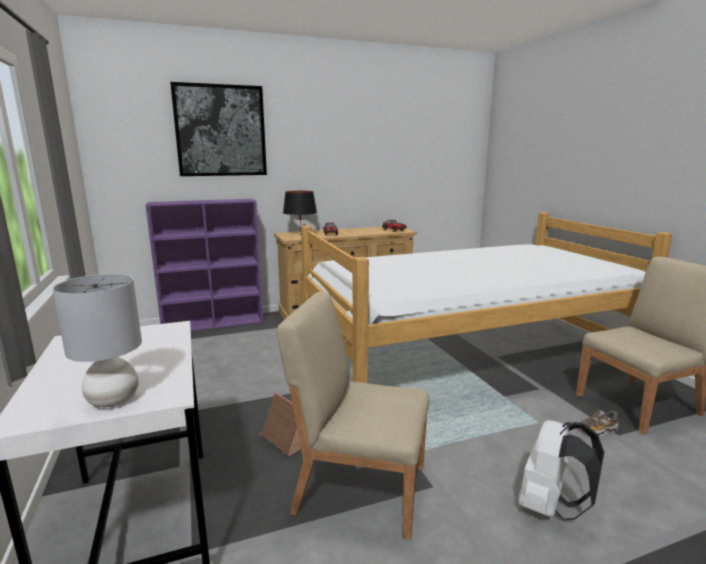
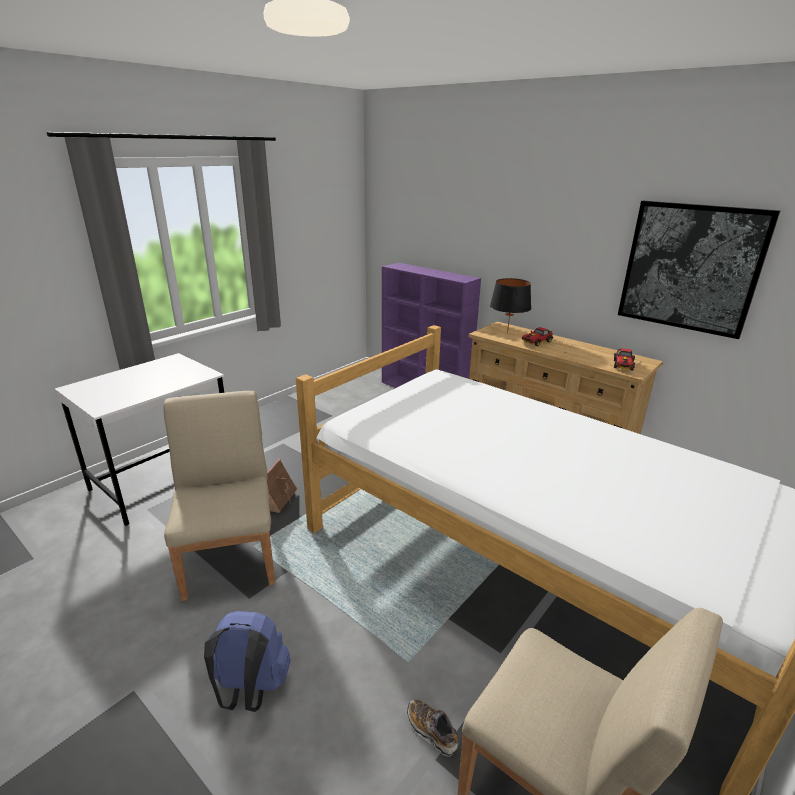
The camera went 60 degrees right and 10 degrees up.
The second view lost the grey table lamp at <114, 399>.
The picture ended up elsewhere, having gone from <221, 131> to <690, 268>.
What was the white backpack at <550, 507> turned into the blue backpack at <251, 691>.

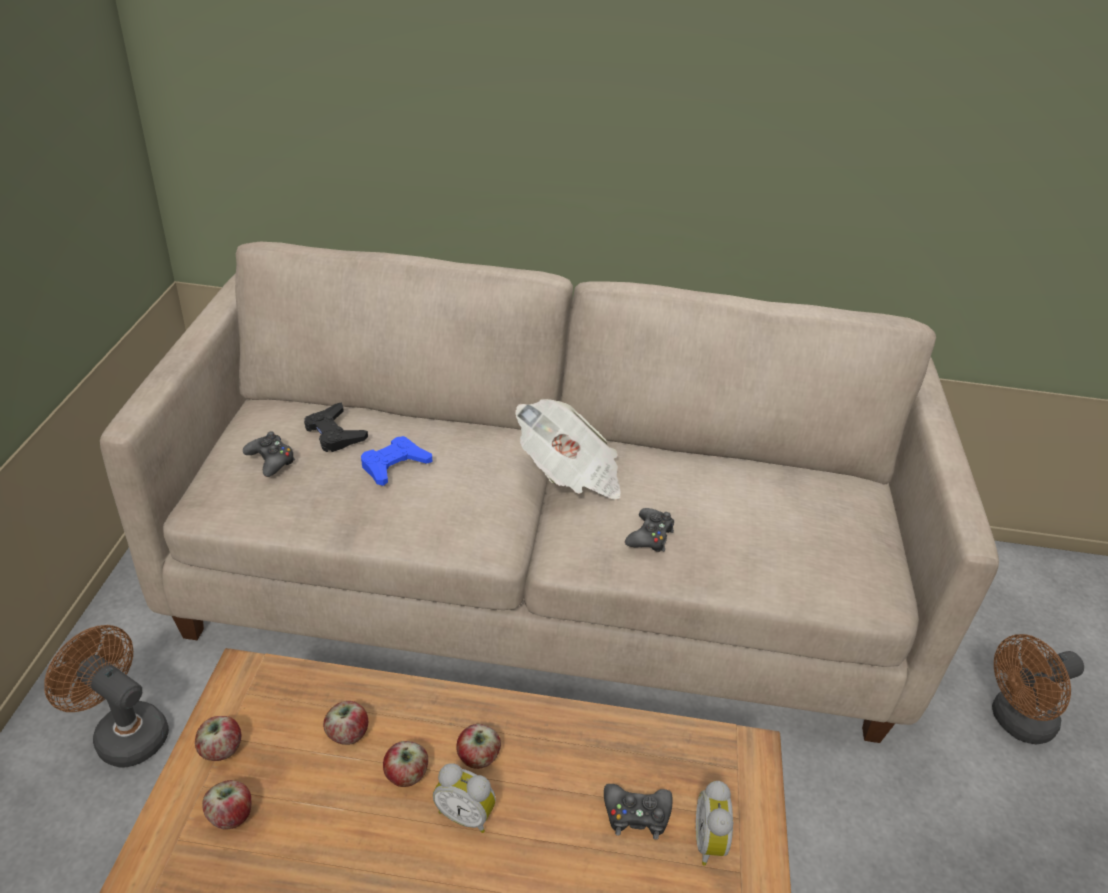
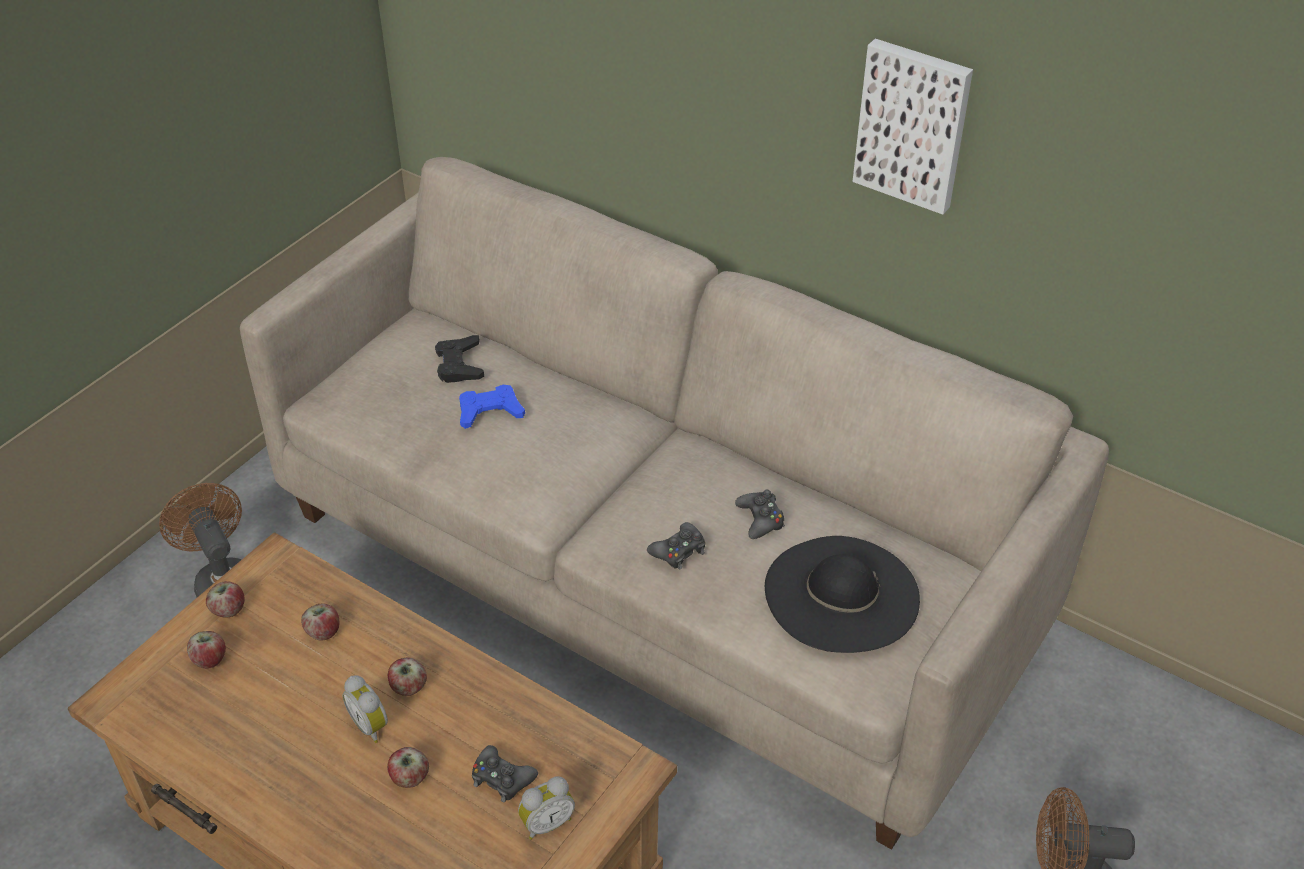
The camera went 30 degrees right and 5 degrees up.
The black game controller ended up elsewhere, having gone from <271, 460> to <760, 519>.
The apple ended up elsewhere, having gone from <406, 775> to <409, 778>.
The second view lost the newspaper at <569, 474>.
The alarm clock at <711, 842> ended up facing another way, 150 degrees counterclockwise from before.
The second view gained the black hat at <841, 594>.
The second view gained the picture at <913, 124>.

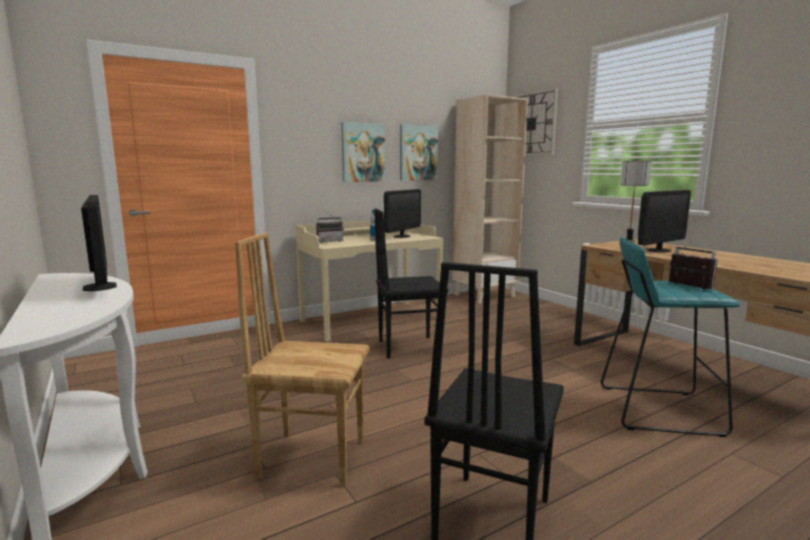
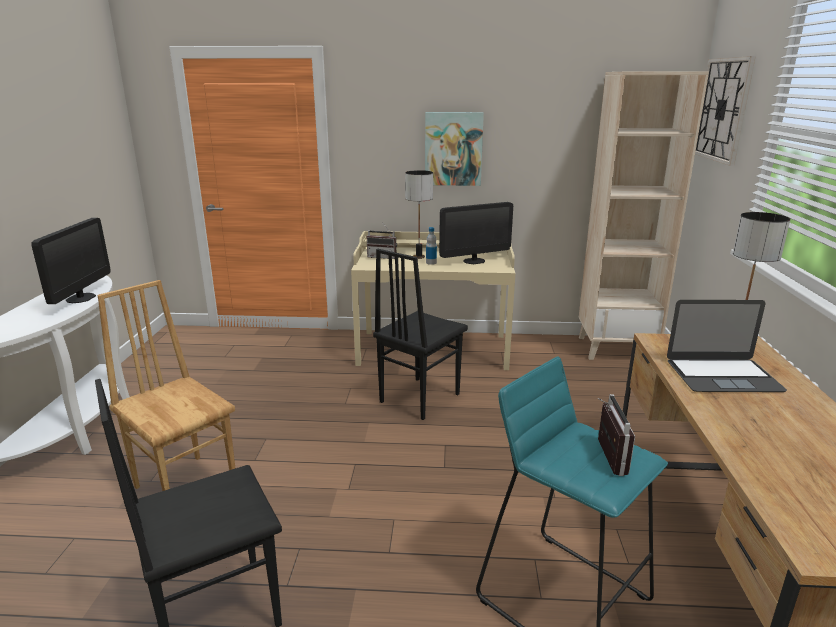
The camera went 35 degrees right and 10 degrees up.
The black chair at <408, 346> ended up facing another way, 75 degrees counterclockwise from before.
The second view lost the picture at <418, 153>.
Where the monitor stood at <658, 250>, the laptop came to stand at <722, 375>.
The second view gained the table lamp at <419, 257>.

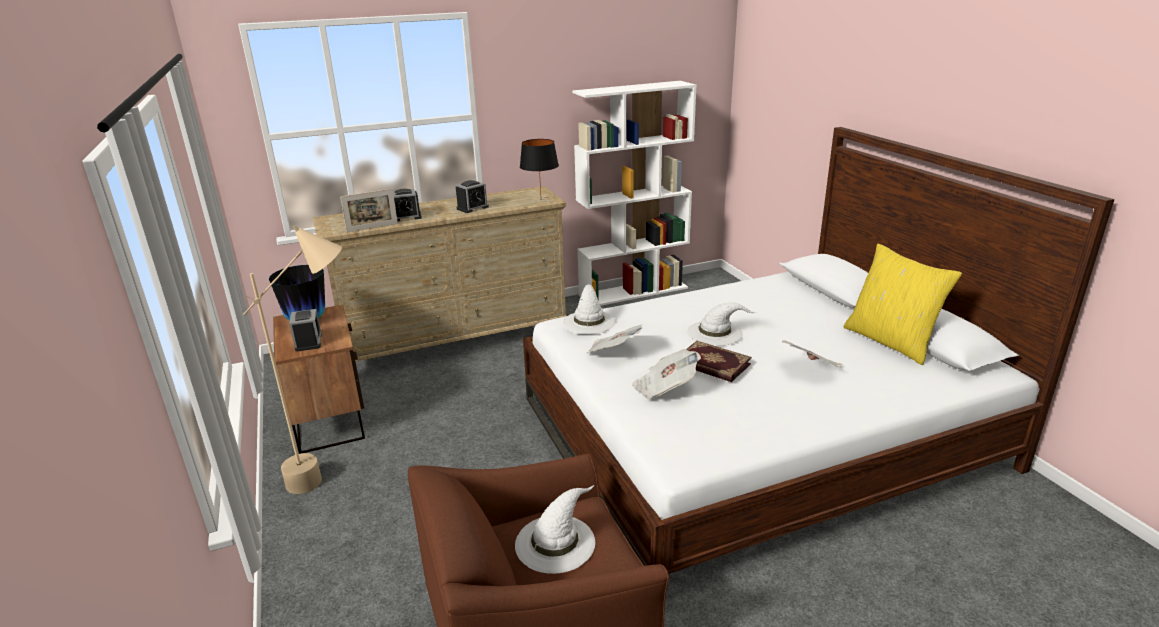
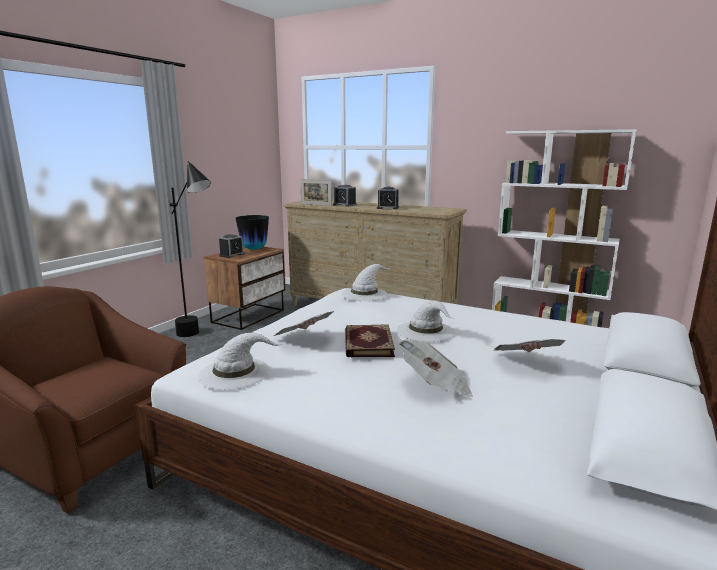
The camera went 50 degrees right and 10 degrees down.
What was the beige floor lamp at <334, 477> turned into the black floor lamp at <199, 337>.
The white hat ended up elsewhere, having gone from <555, 542> to <235, 373>.
The second view lost the black table lamp at <541, 200>.
The newspaper ended up elsewhere, having gone from <614, 352> to <526, 362>.
The second view lost the yellow pillow at <891, 341>.

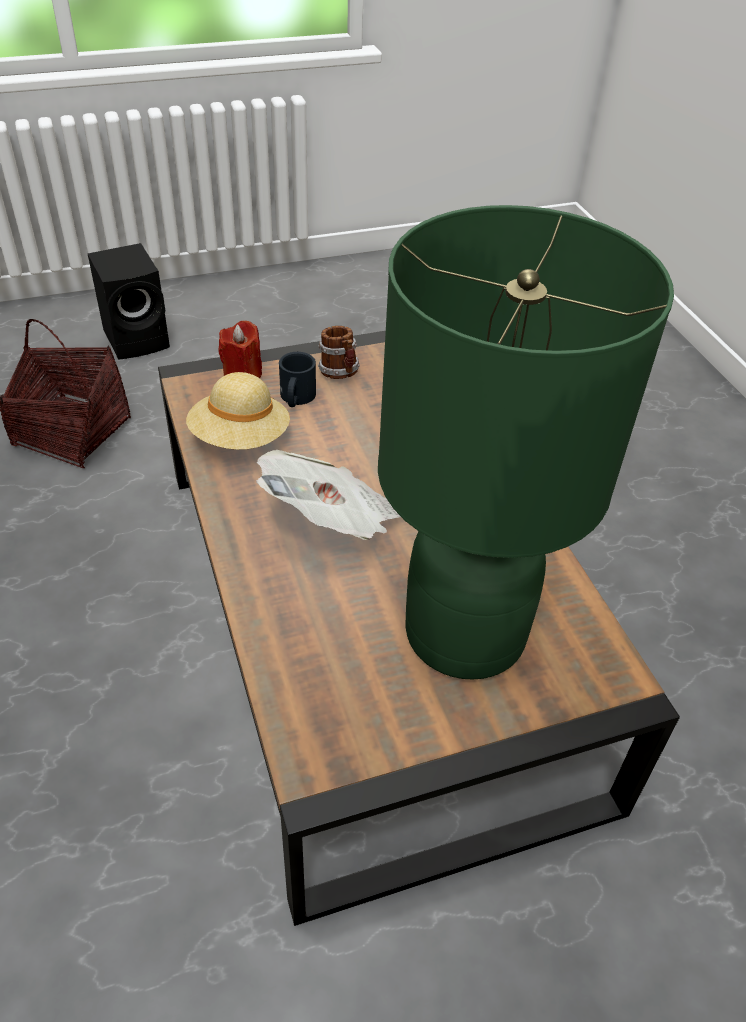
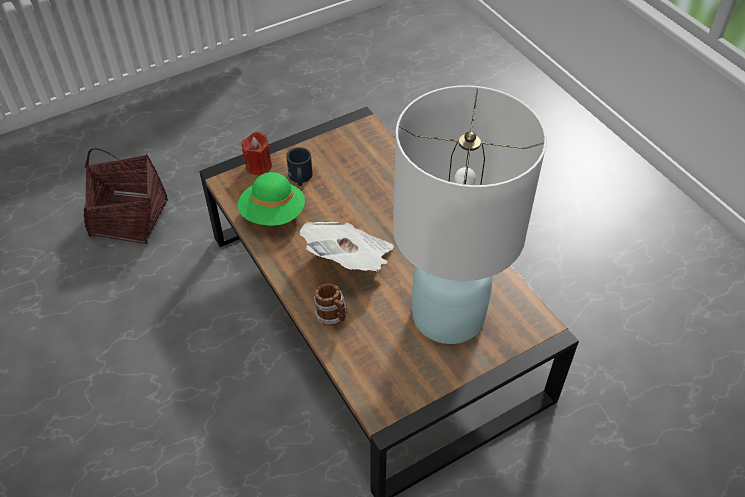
The camera went 10 degrees left and 5 degrees up.
The second view lost the black speaker at <139, 339>.
What was the beige hat at <240, 438> turned into the green hat at <273, 214>.
The mug ended up elsewhere, having gone from <340, 373> to <333, 317>.
What was the green table lamp at <465, 633> turned into the white table lamp at <448, 316>.

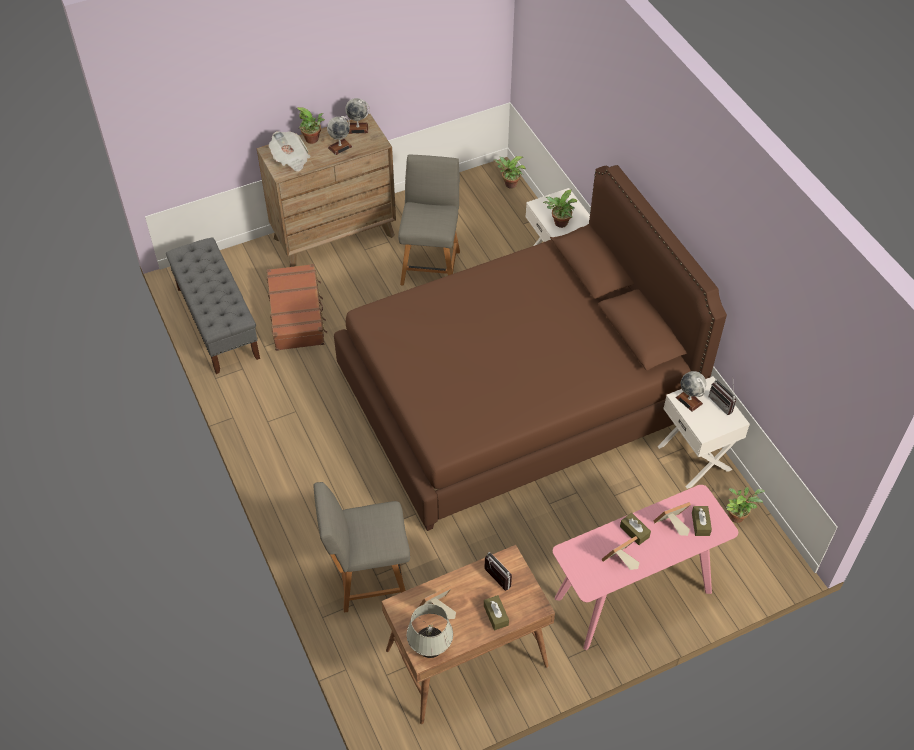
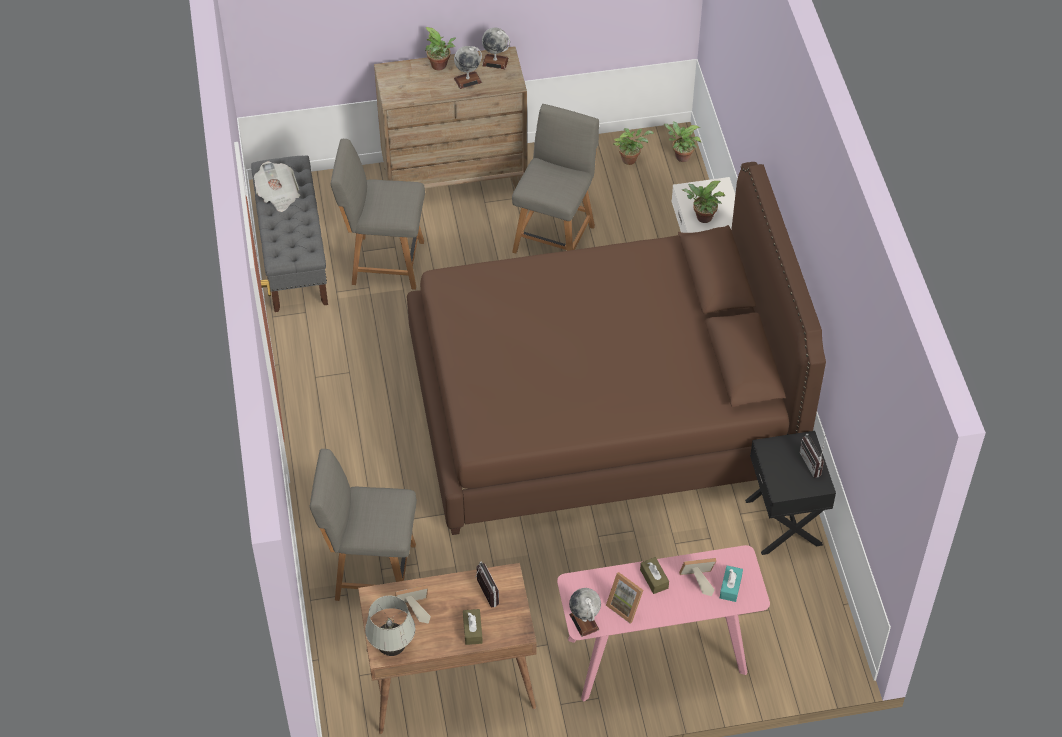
The camera went 15 degrees right and 0 degrees up.
Where the brown suitcase stood at <297, 314>, the grey chair came to stand at <384, 262>.
The newspaper ended up elsewhere, having gone from <290, 159> to <278, 195>.
The picture frame at <619, 561> ended up facing another way, 120 degrees counterclockwise from before.
What was the white nightstand at <695, 457> turned into the black nightstand at <785, 522>.
The globe ended up elsewhere, having gone from <689, 400> to <584, 622>.
What was the brown tissue box at <700, 524> turned into the turquoise tissue box at <730, 587>.
The potted plant ended up elsewhere, having gone from <737, 515> to <631, 159>.

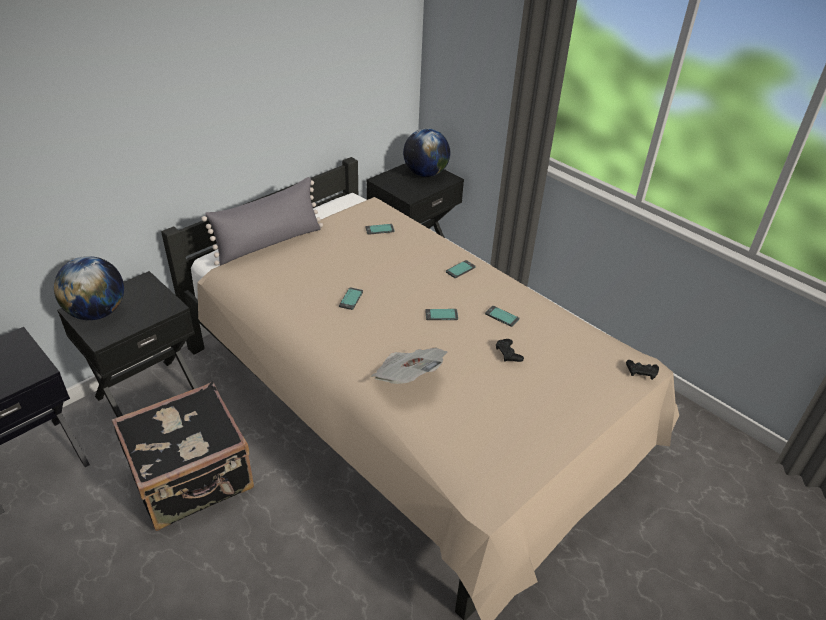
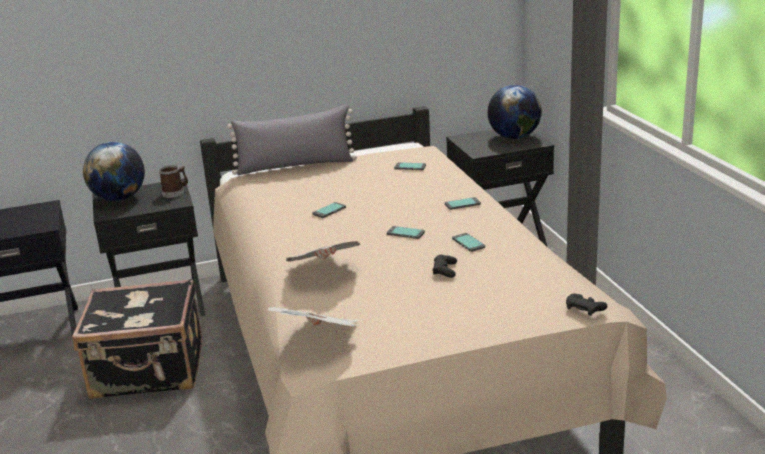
The camera went 30 degrees right and 15 degrees down.
The second view gained the mug at <175, 192>.
The second view gained the newspaper at <320, 338>.

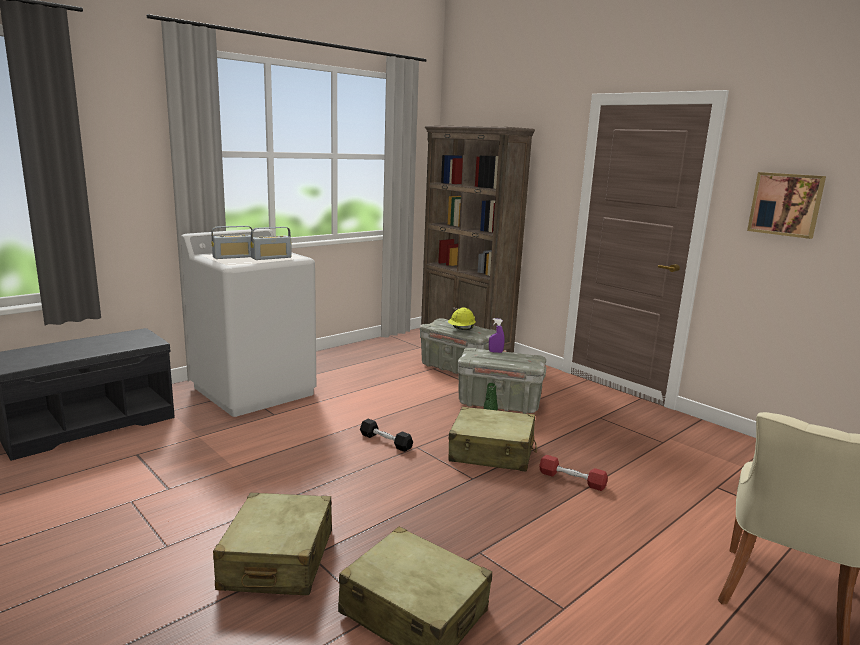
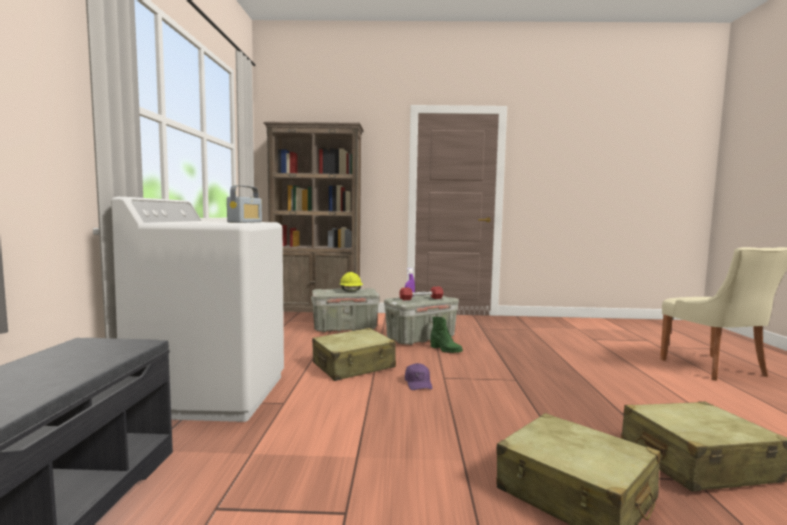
The camera went 45 degrees left and 10 degrees down.
The second view lost the radio at <233, 257>.
Where the black dumbbell stood at <385, 441>, the purple cap came to stand at <418, 383>.
The beige suitcase ended up elsewhere, having gone from <492, 452> to <354, 366>.
The red dumbbell ended up elsewhere, having gone from <572, 480> to <421, 299>.
The second view lost the picture at <786, 204>.

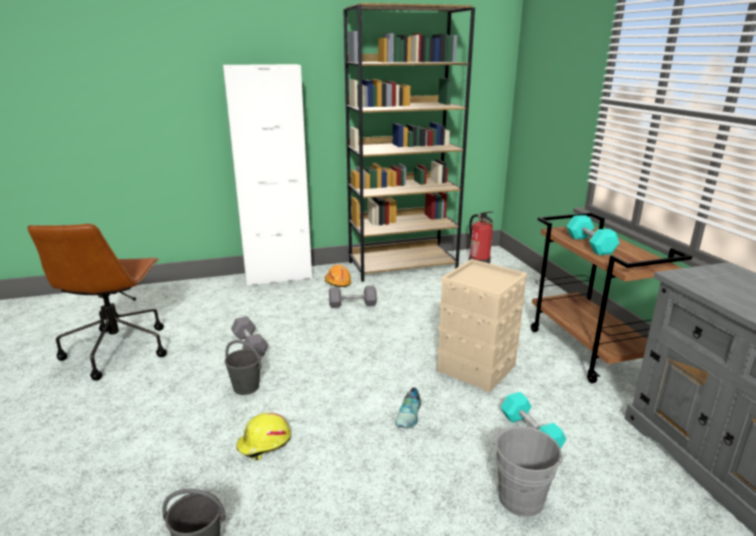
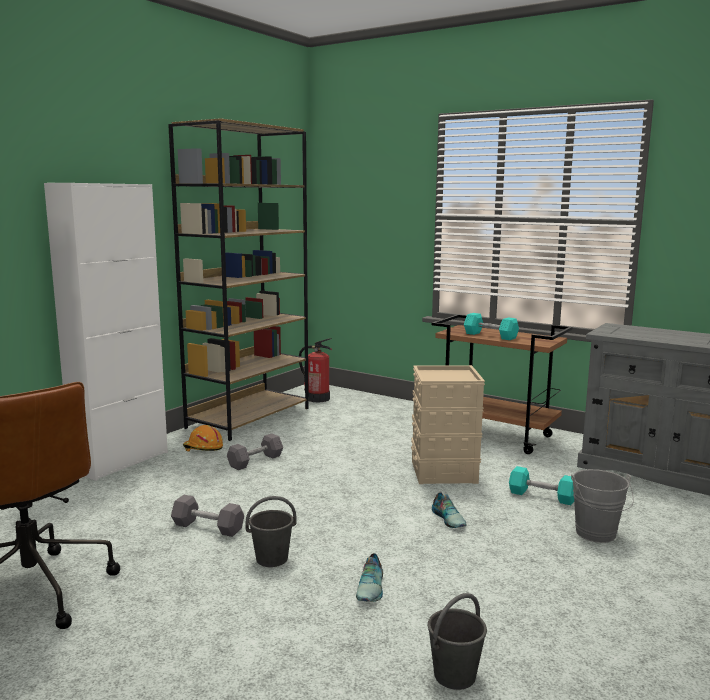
The camera went 40 degrees left and 10 degrees down.
Where the yellow hard hat stood at <264, 444>, the shoe came to stand at <371, 588>.

